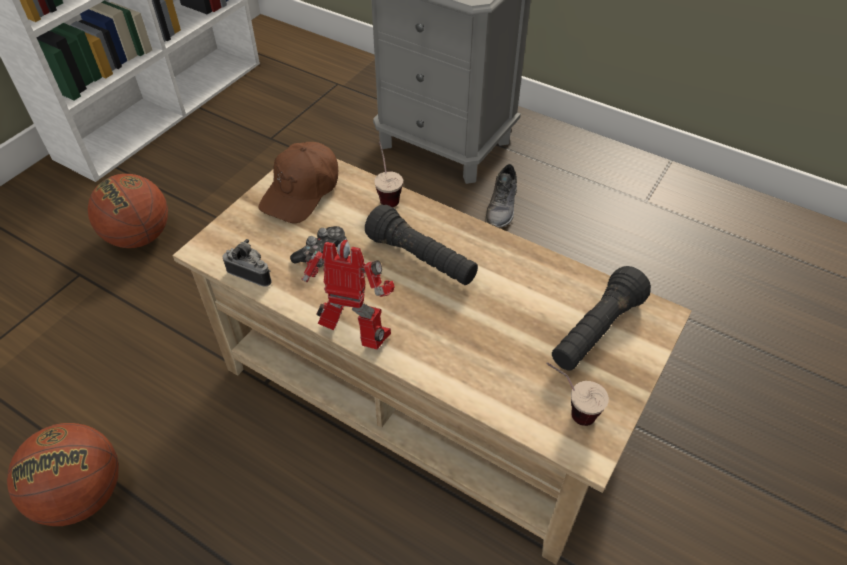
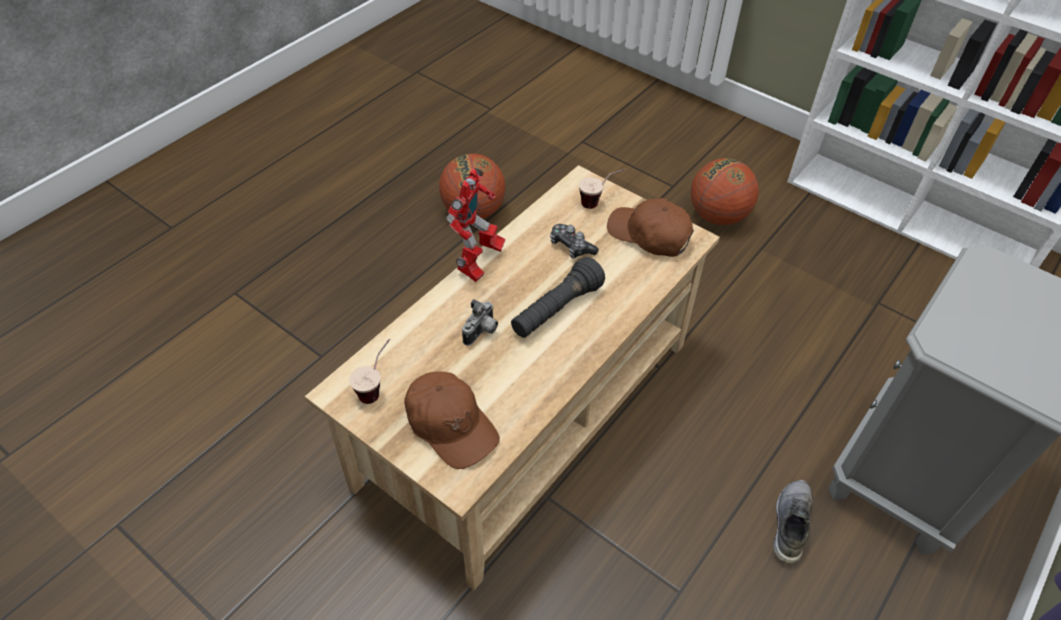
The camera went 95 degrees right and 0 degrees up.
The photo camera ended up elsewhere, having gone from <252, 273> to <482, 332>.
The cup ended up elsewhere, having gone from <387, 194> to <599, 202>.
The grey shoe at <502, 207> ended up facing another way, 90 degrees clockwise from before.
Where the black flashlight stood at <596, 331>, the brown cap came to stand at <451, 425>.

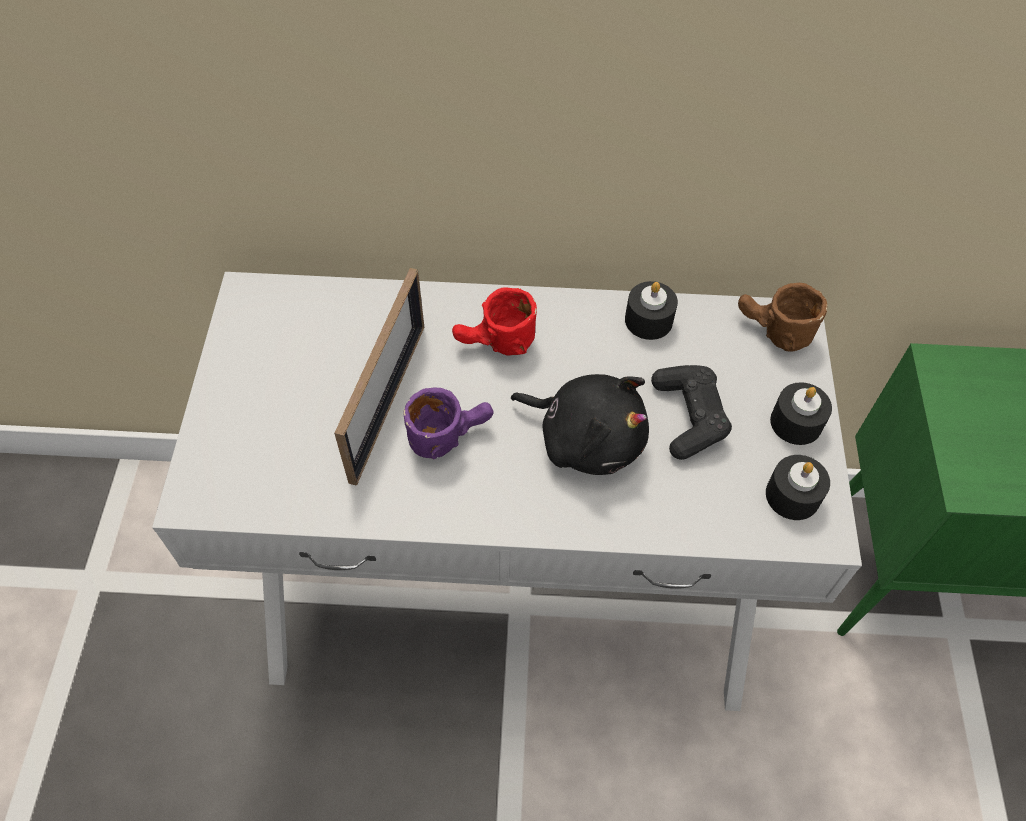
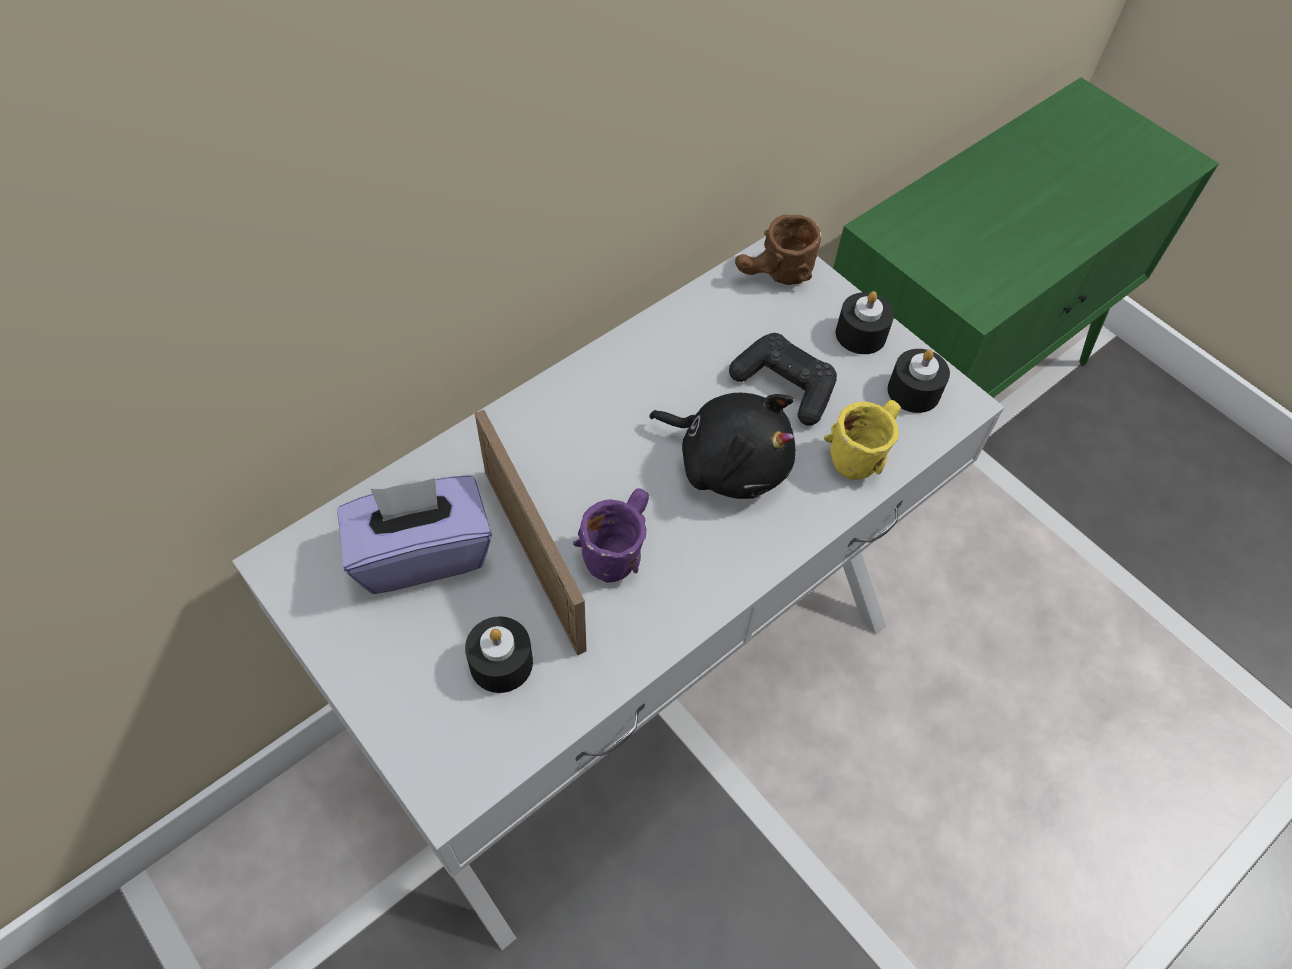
The camera went 45 degrees left and 0 degrees up.
The second view lost the red mug at <495, 345>.
The black plush toy at <586, 438> ended up facing another way, 45 degrees clockwise from before.
The black candle ended up elsewhere, having gone from <648, 320> to <501, 663>.
The second view gained the purple tissue box at <421, 552>.
The second view gained the yellow mug at <861, 448>.

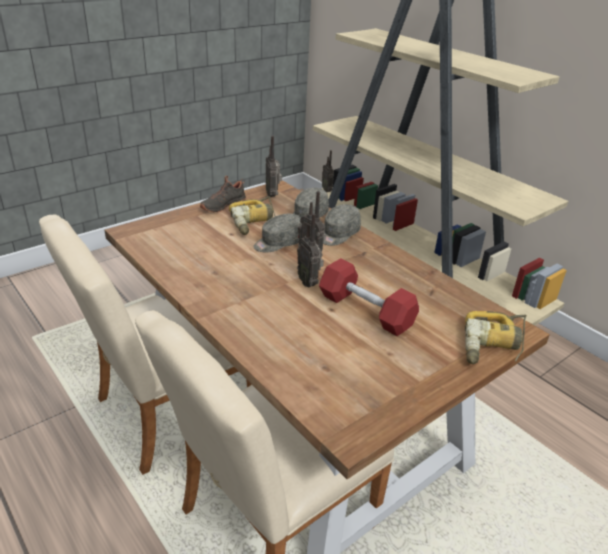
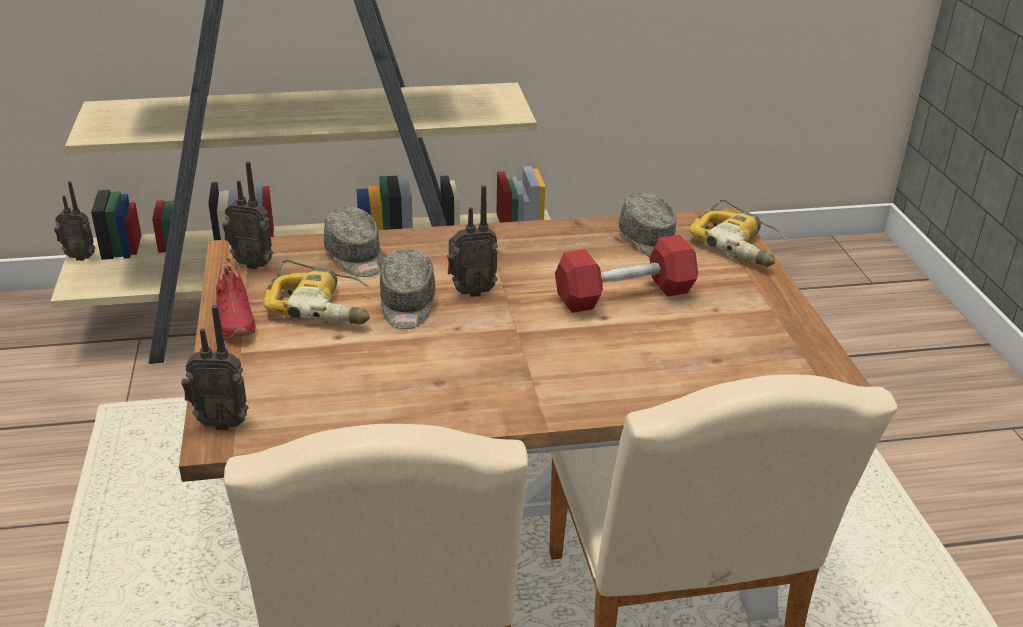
The camera went 60 degrees left and 0 degrees up.
What was the black shoe at <222, 205> turned into the red shoe at <233, 318>.
The radio ended up elsewhere, having gone from <309, 282> to <221, 422>.
The grey cap ended up elsewhere, having gone from <338, 234> to <650, 241>.

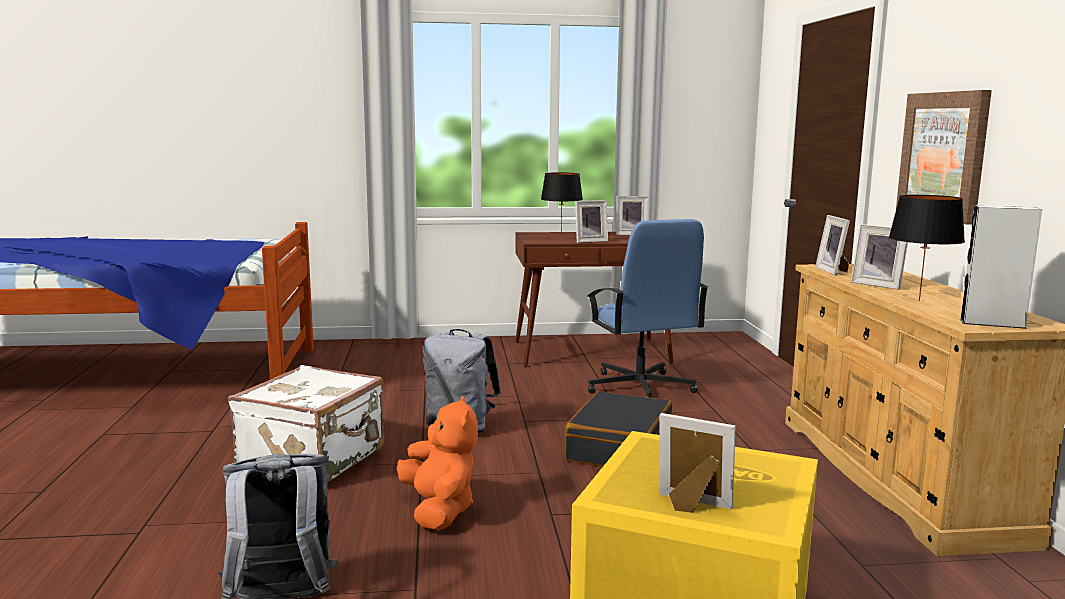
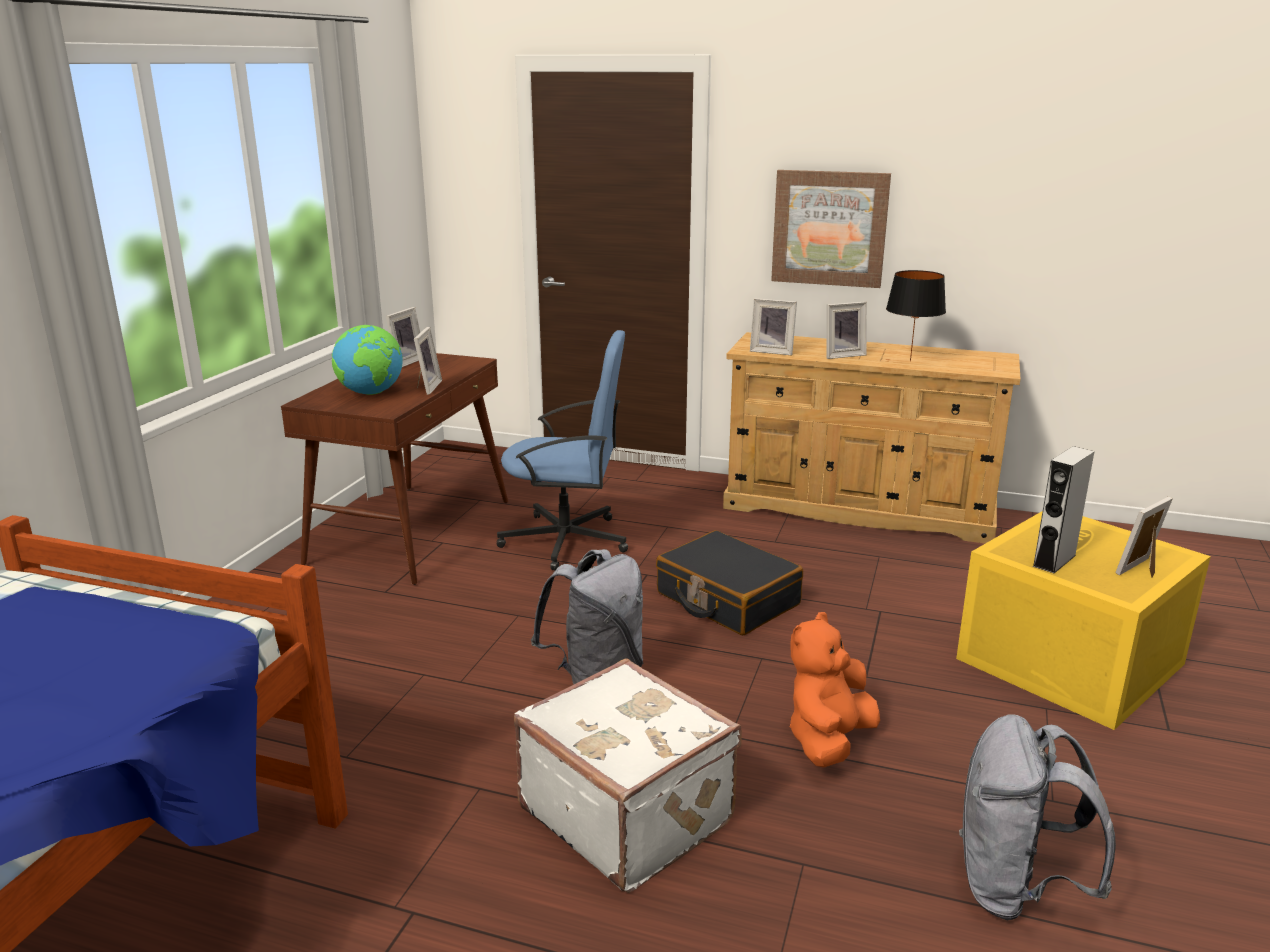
The camera went 65 degrees left and 10 degrees up.
The orange plush toy at <439, 510> ended up facing another way, 60 degrees counterclockwise from before.
Where the black table lamp stood at <561, 237>, the globe came to stand at <371, 393>.
The grey speaker ended up elsewhere, having gone from <992, 323> to <1054, 560>.

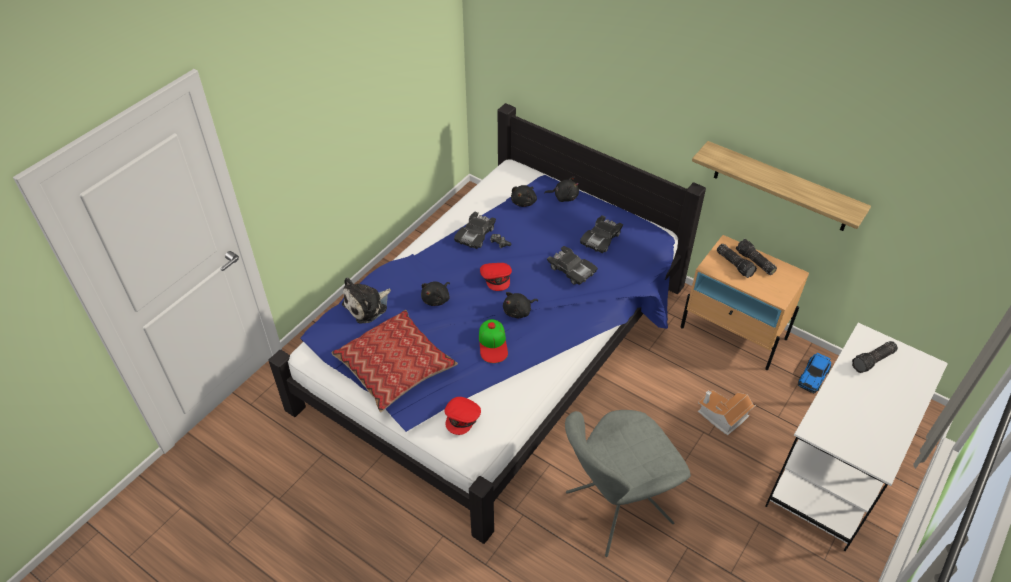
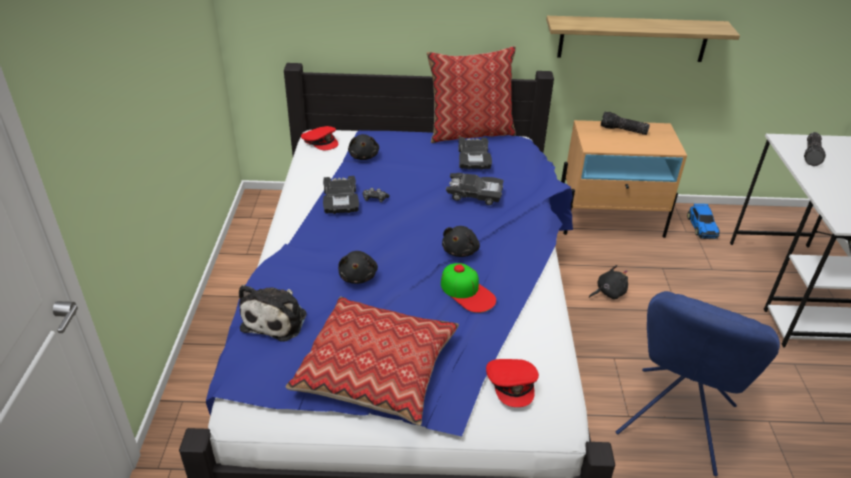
The camera went 35 degrees left and 10 degrees down.
The red cap ended up elsewhere, having gone from <496, 277> to <320, 142>.
The black plush toy ended up elsewhere, having gone from <564, 197> to <608, 292>.
What was the grey chair at <615, 509> turned into the blue chair at <675, 423>.
The second view lost the toy house at <722, 416>.
The second view lost the flashlight at <735, 264>.
The second view gained the pillow at <470, 132>.

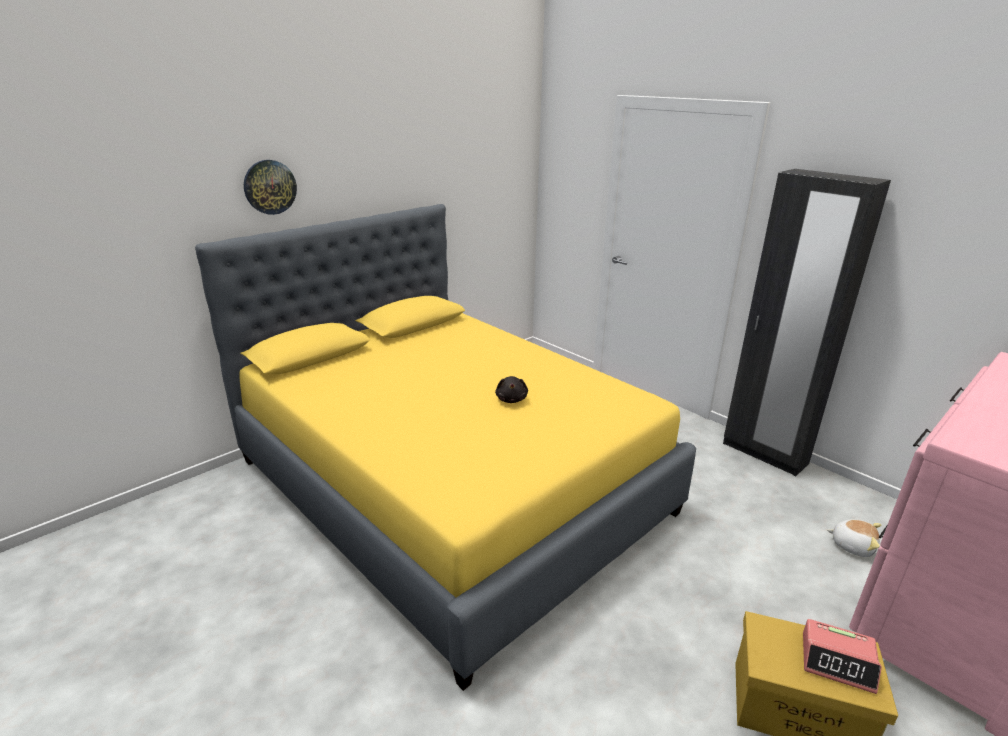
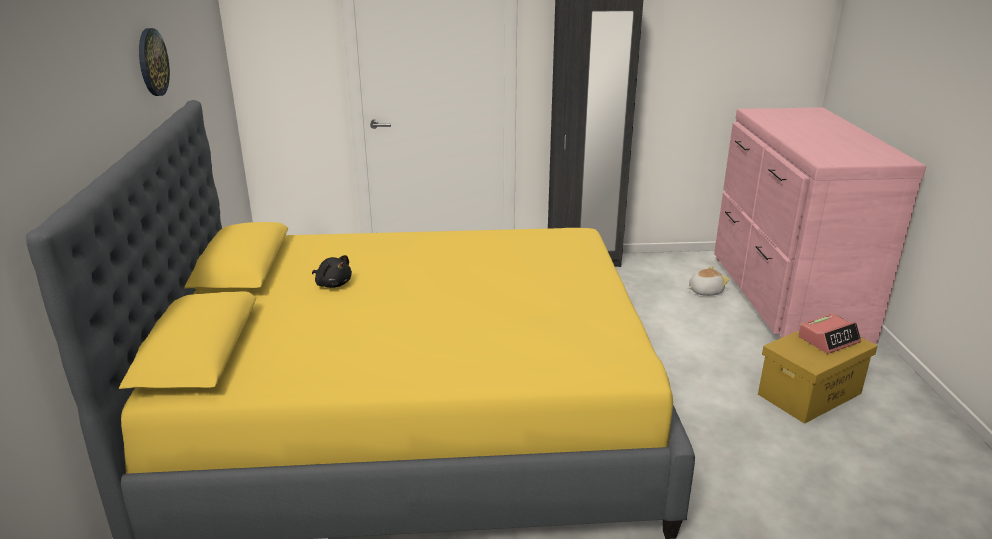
The camera went 50 degrees left and 0 degrees up.
The wall clock ended up elsewhere, having gone from <270, 187> to <152, 62>.
The black plush toy ended up elsewhere, having gone from <511, 399> to <333, 284>.

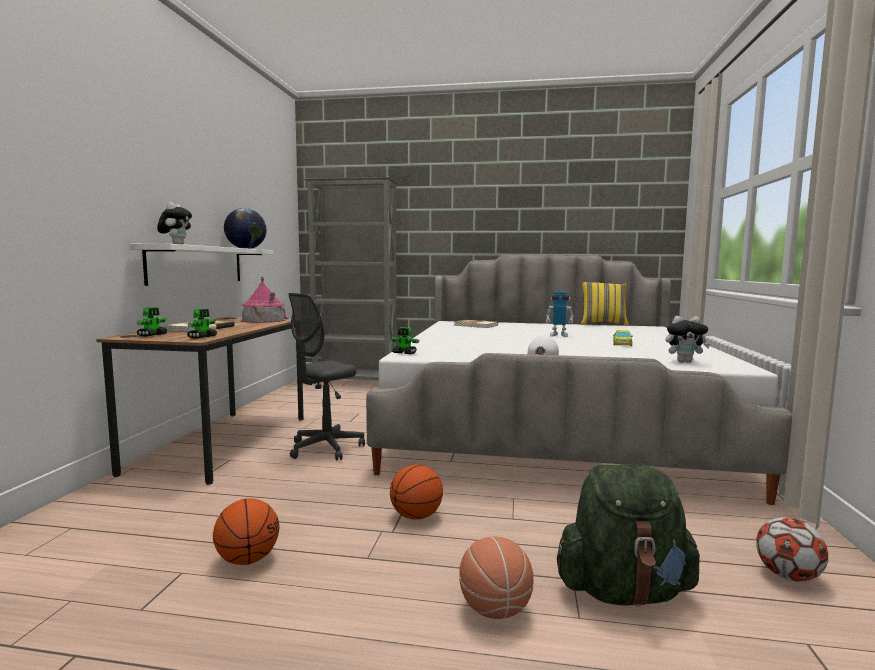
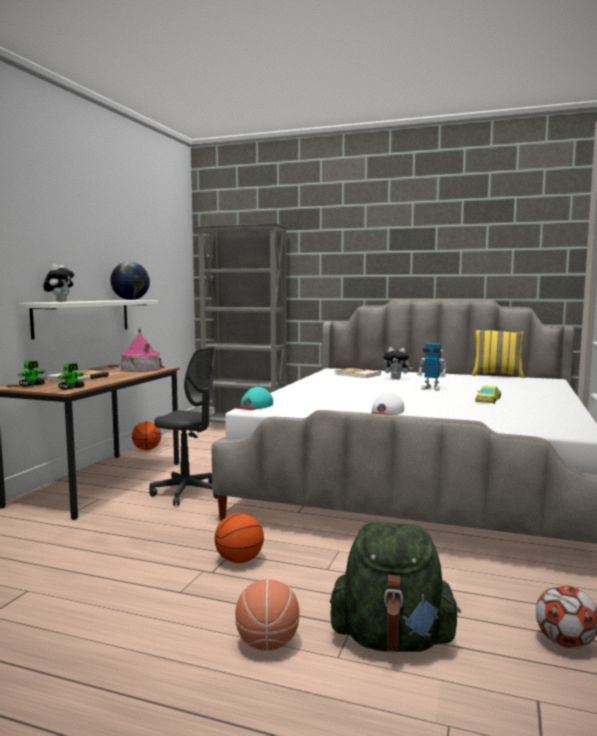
The camera went 10 degrees right and 0 degrees up.
The basketball ended up elsewhere, having gone from <247, 559> to <147, 449>.
The grey office chair at <325, 448> ended up facing another way, 120 degrees counterclockwise from before.
Where the toy robot stood at <404, 353>, the turquoise cap came to stand at <254, 406>.
The plush toy ended up elsewhere, having gone from <684, 362> to <397, 379>.

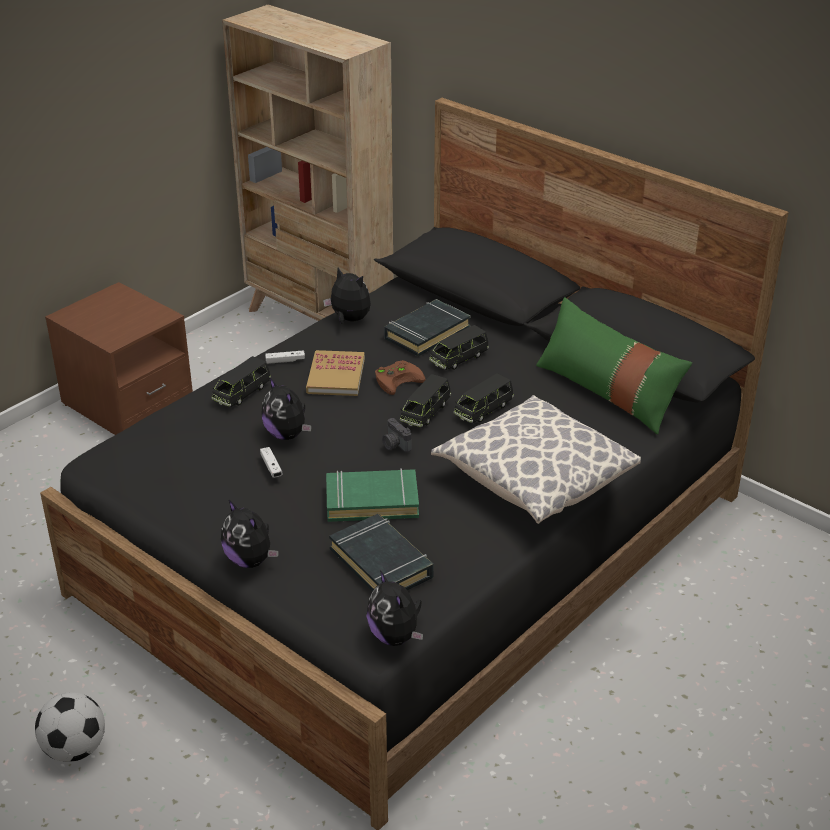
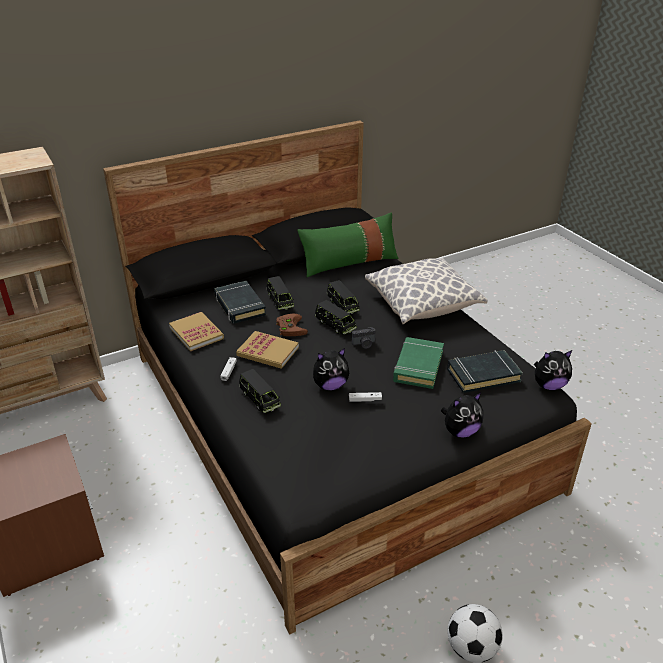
The camera went 70 degrees left and 0 degrees up.
Where the plush toy stood at <349, 320>, the book came to stand at <196, 333>.

